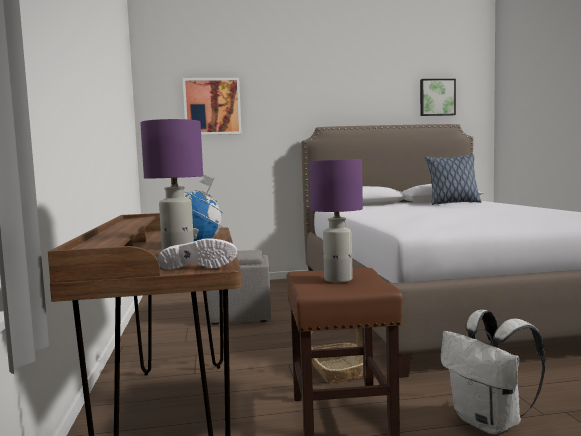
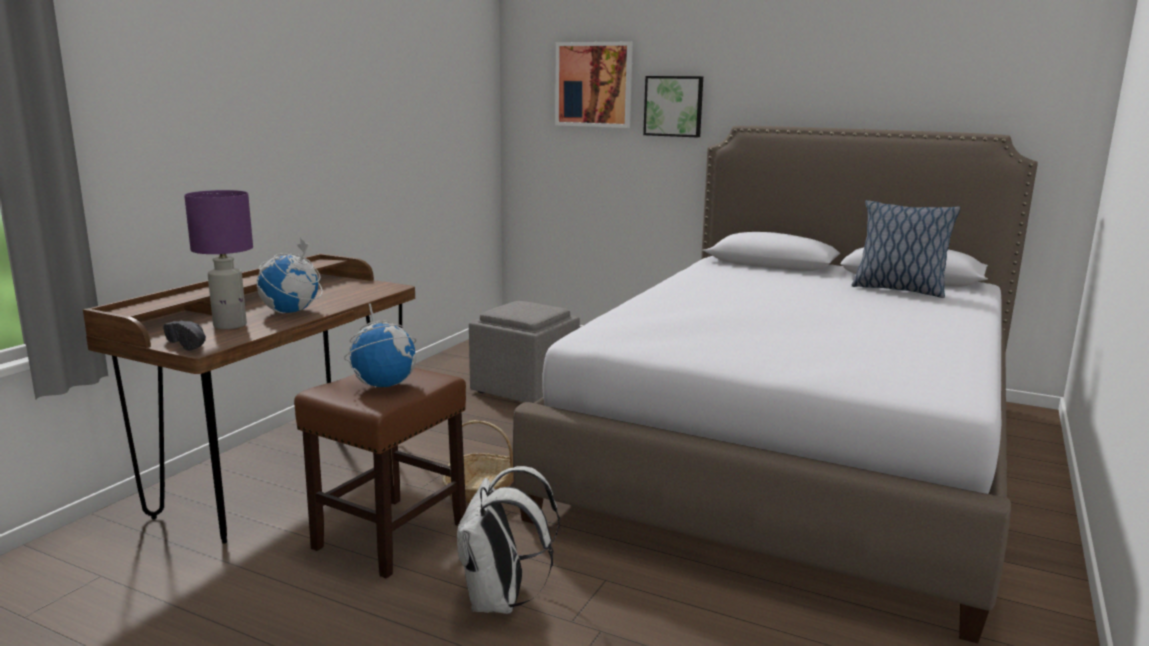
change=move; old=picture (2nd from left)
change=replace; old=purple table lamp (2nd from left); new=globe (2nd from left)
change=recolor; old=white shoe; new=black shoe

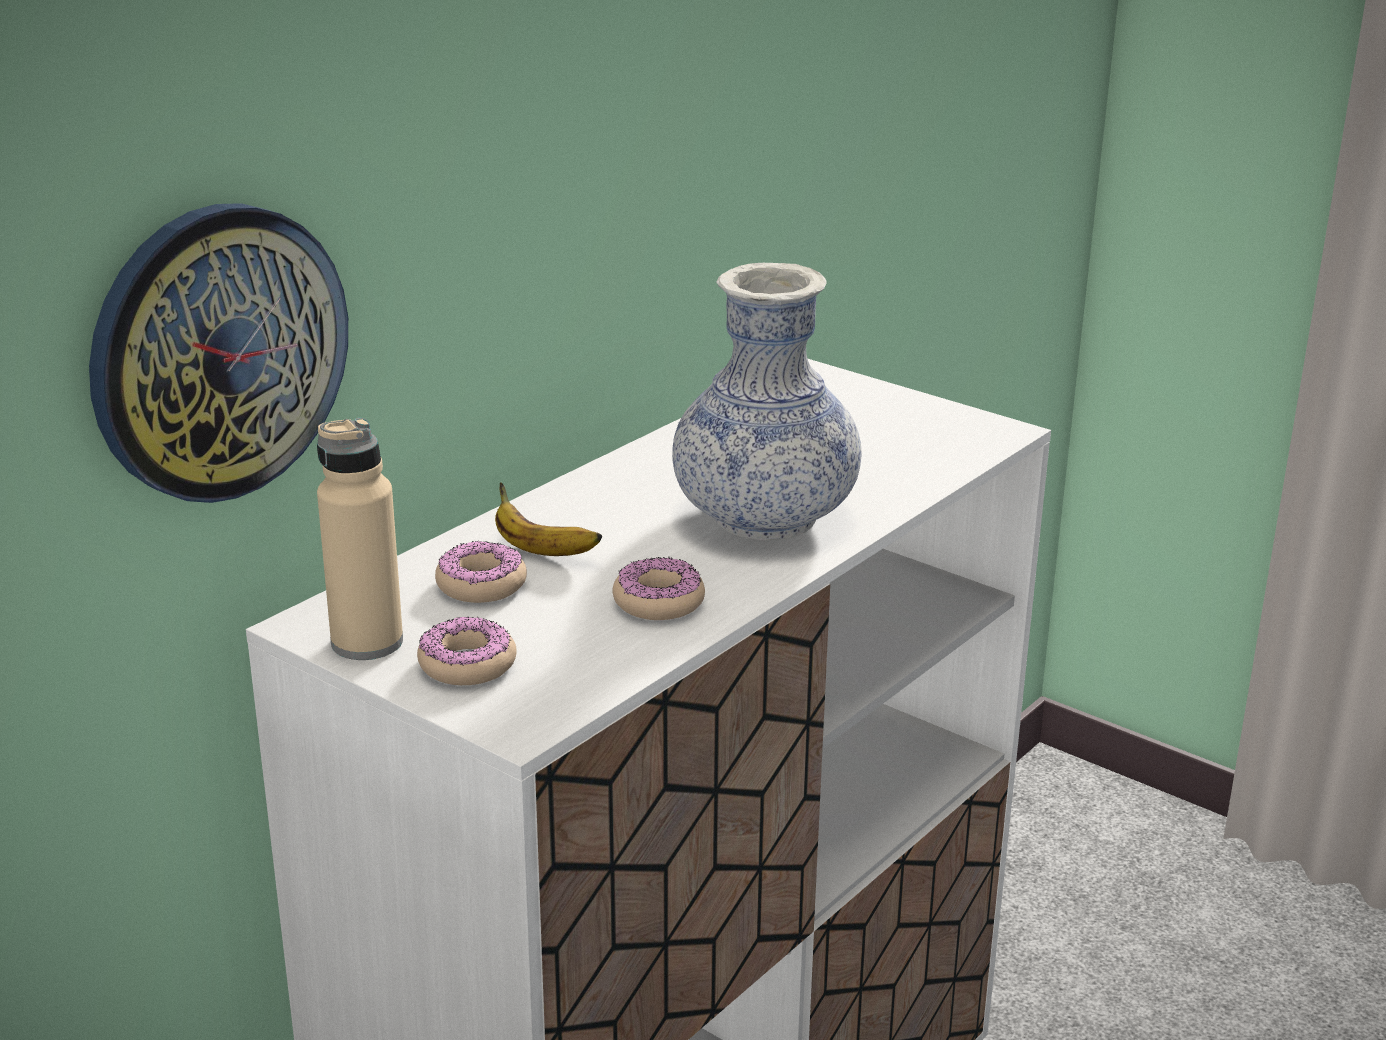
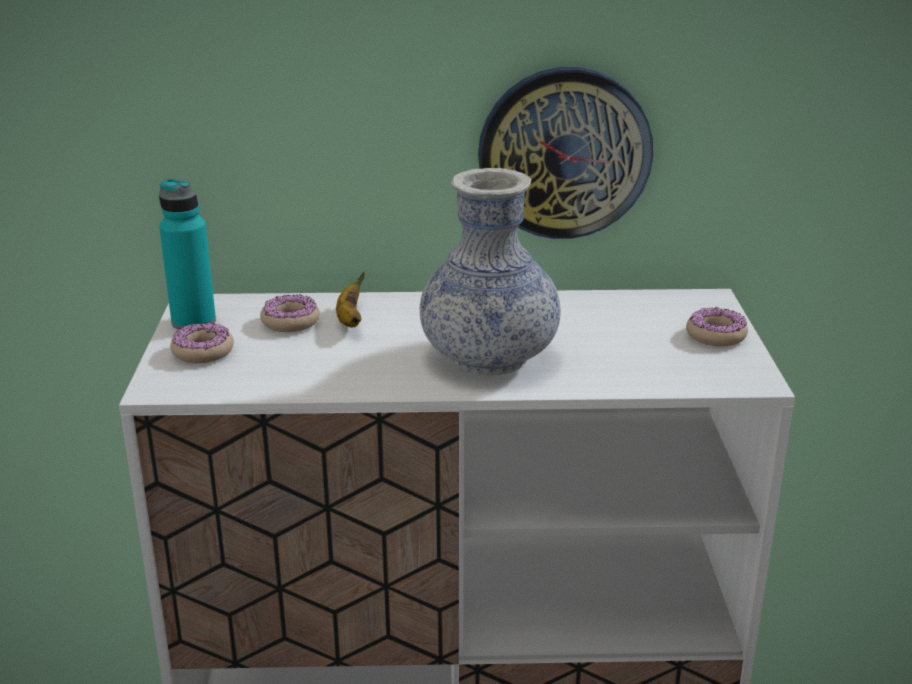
change=move; old=wall clock
change=move; old=donut (3rd from left)
change=recolor; old=beige bottle; new=turquoise bottle

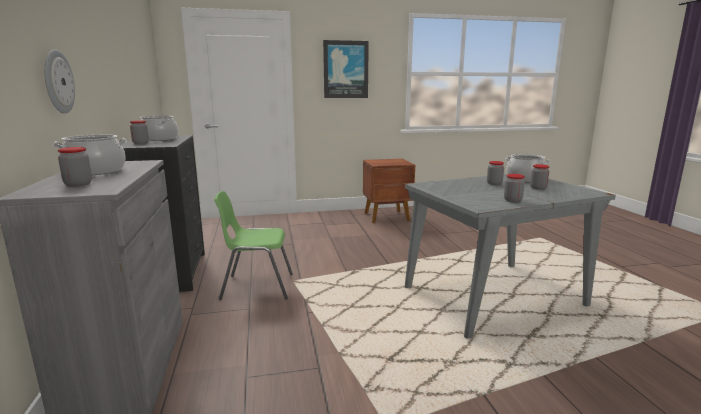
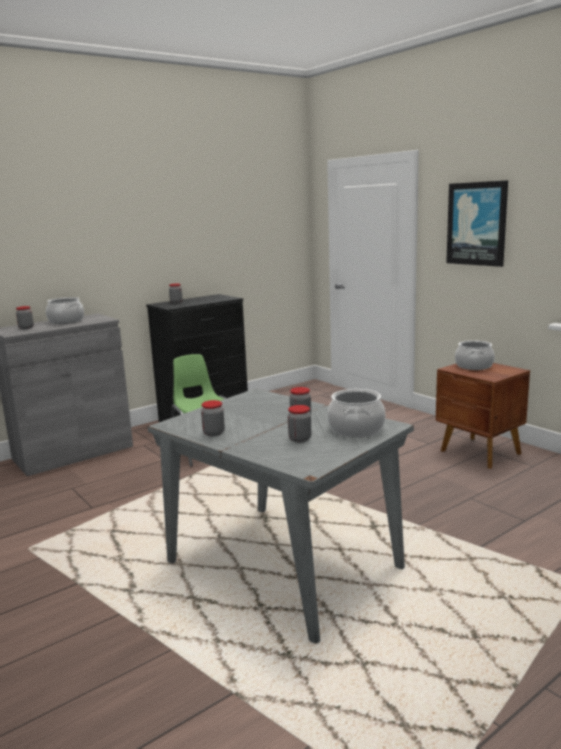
change=delete; old=wall clock
change=move; old=cooking pot (2nd from left in the first image); new=cooking pot (3rd from left)

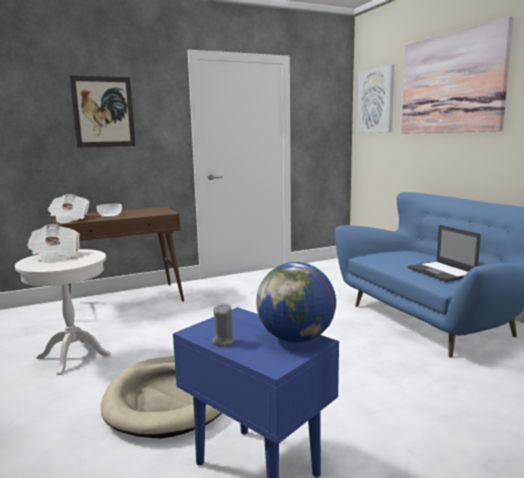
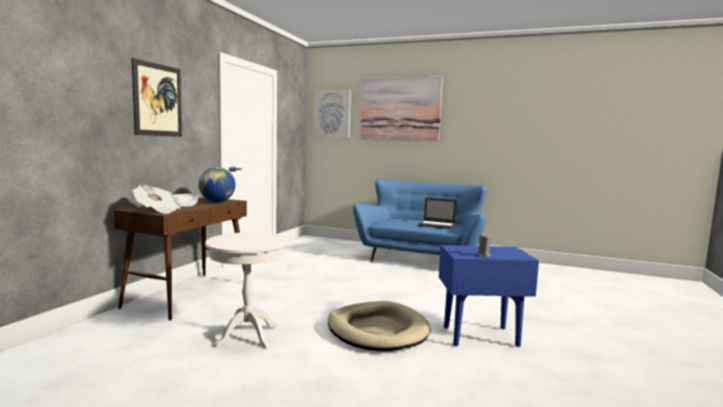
change=delete; old=newspaper (1st from left)
change=move; old=globe

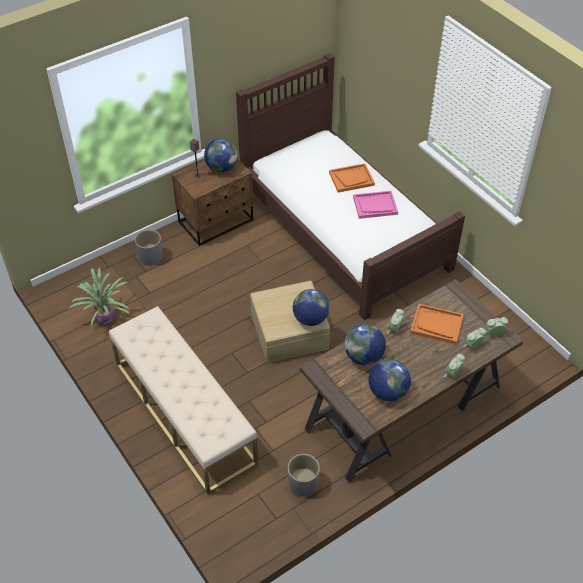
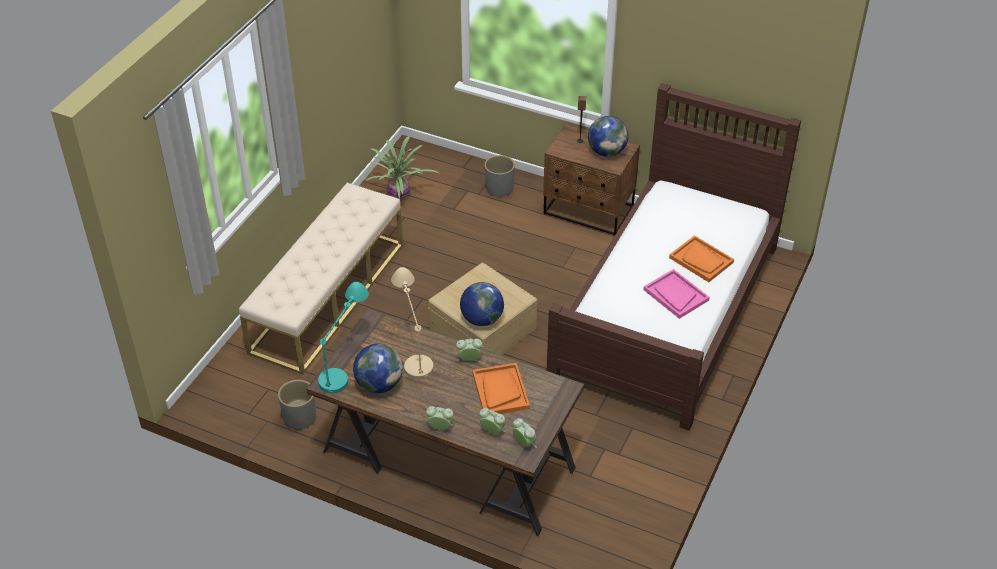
change=insert; new=turquoise table lamp
change=replace; old=globe (3rd from left); new=beige table lamp

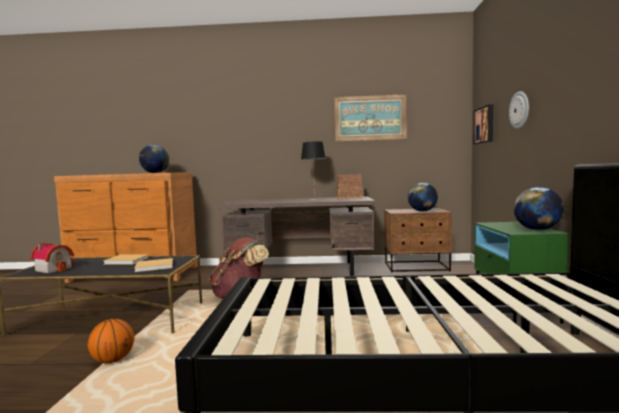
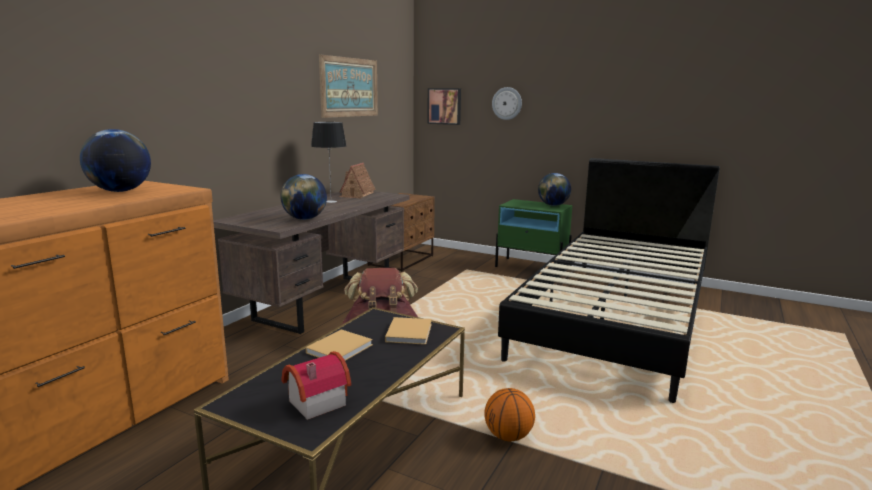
change=move; old=globe (2nd from left)

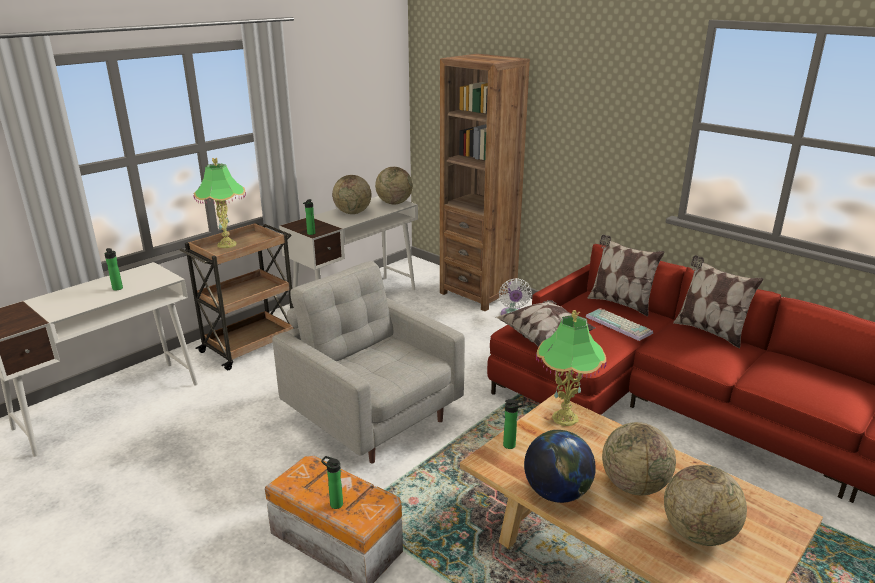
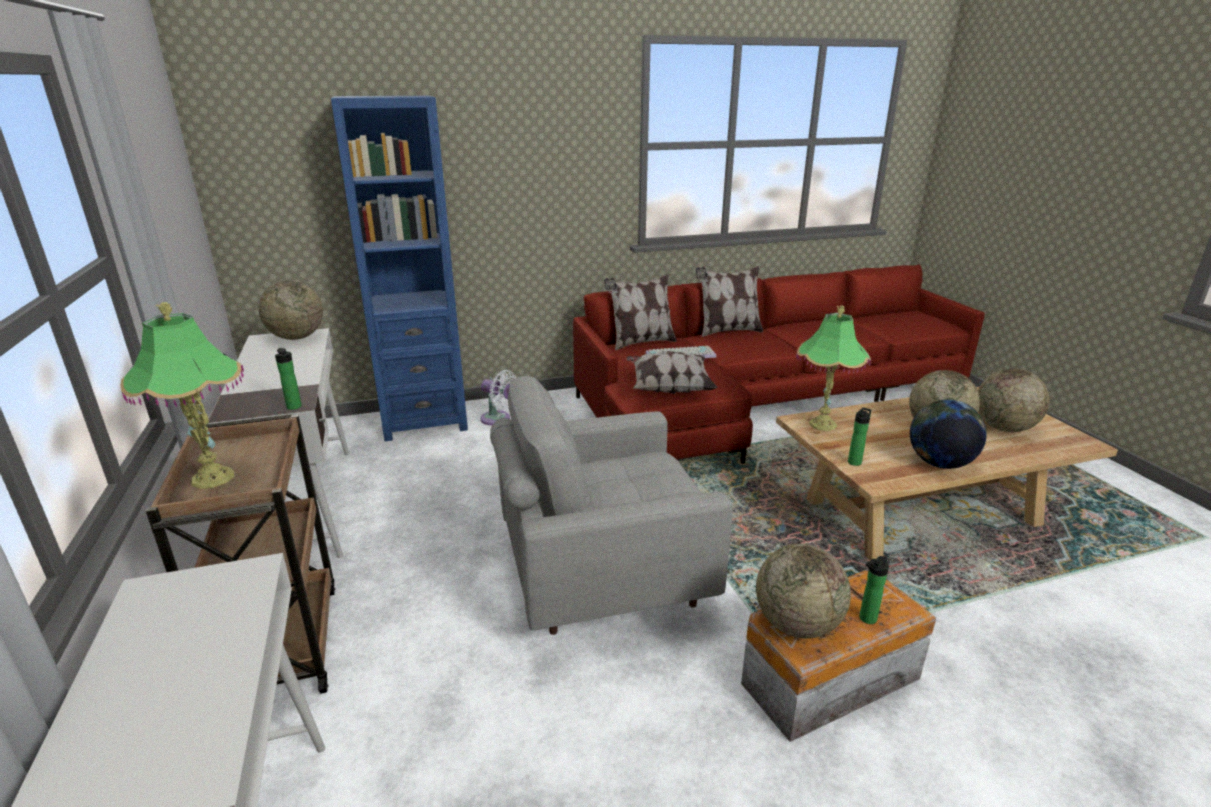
change=delete; old=bottle (1st from left)
change=move; old=globe (1st from left in the first image); new=globe (2nd from left)
change=recolor; old=brown bookcase; new=blue bookcase

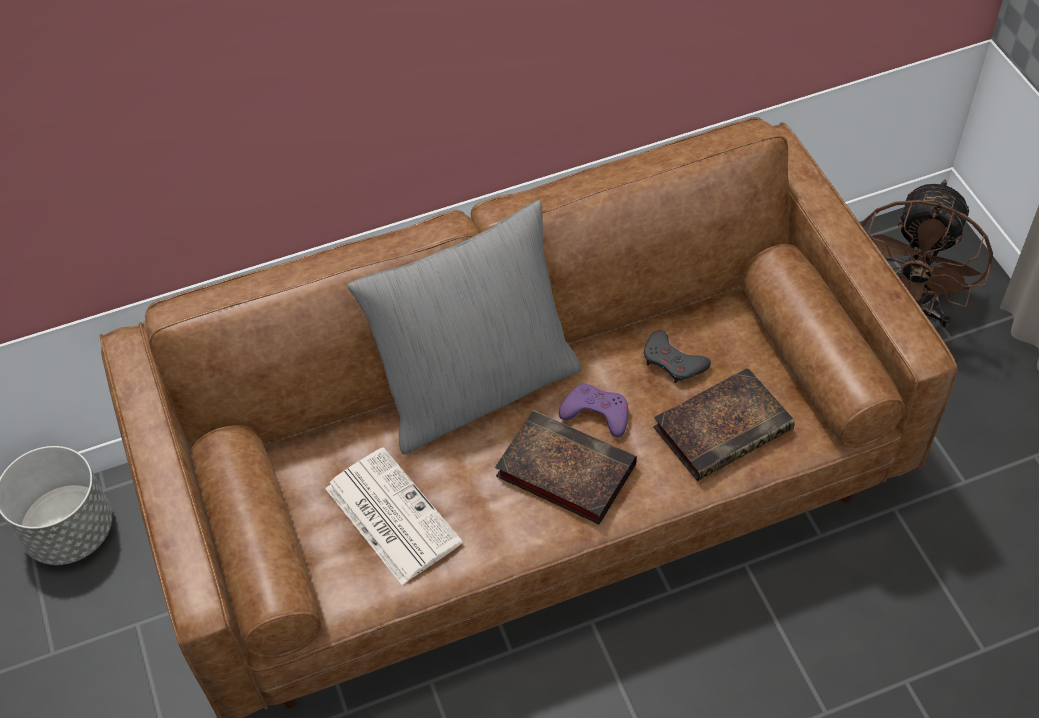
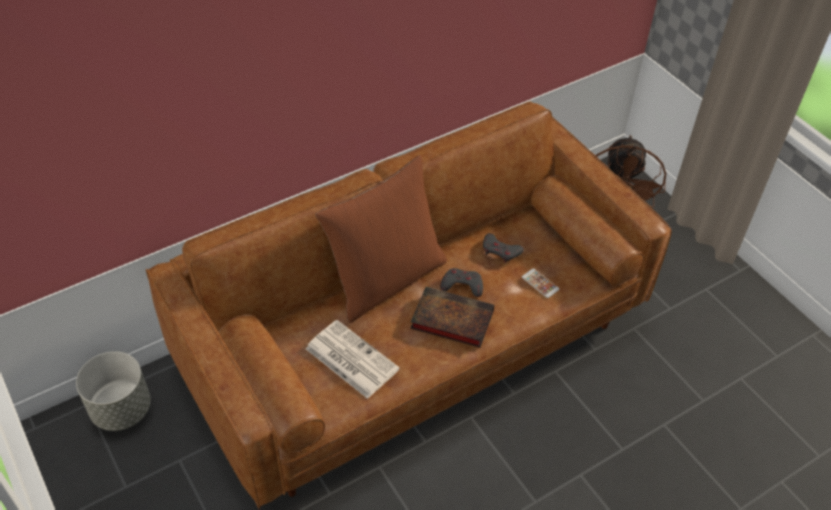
change=replace; old=book (2nd from left); new=phone
change=recolor; old=grey pillow; new=brown pillow
change=recolor; old=purple game controller; new=grey game controller (1st from left)

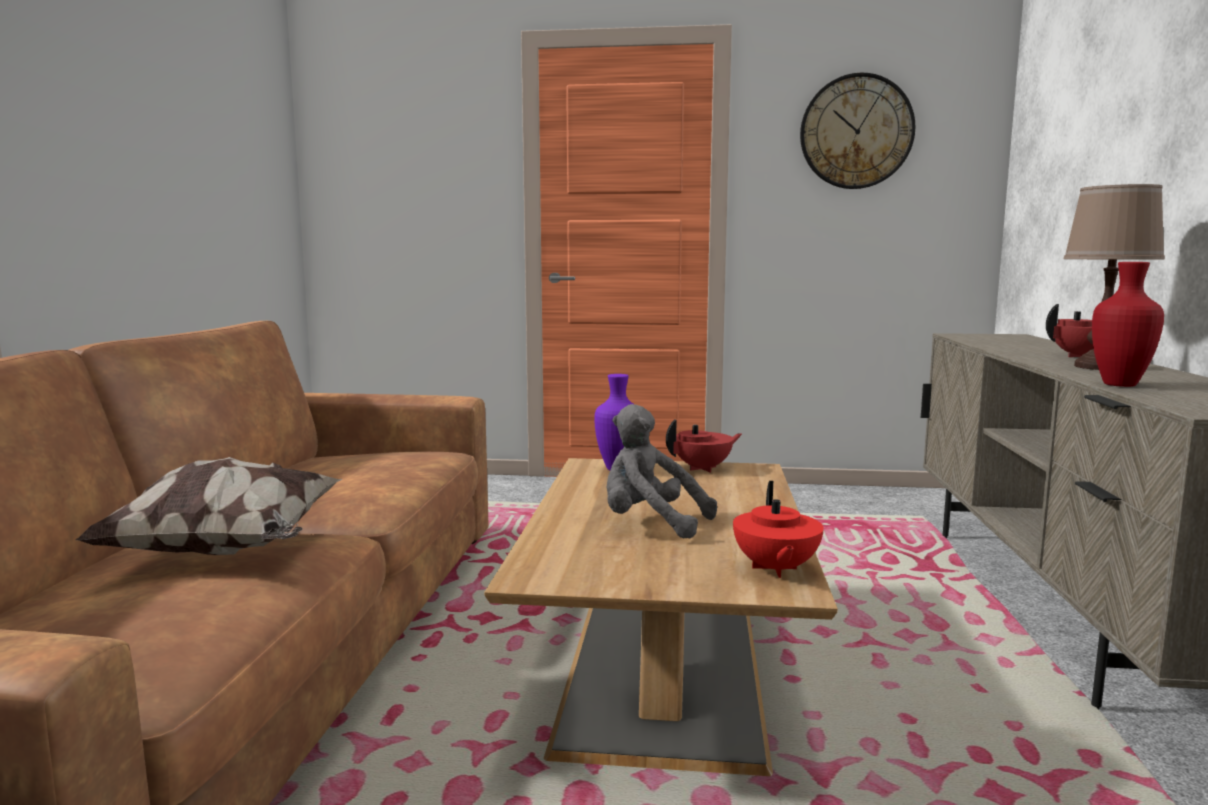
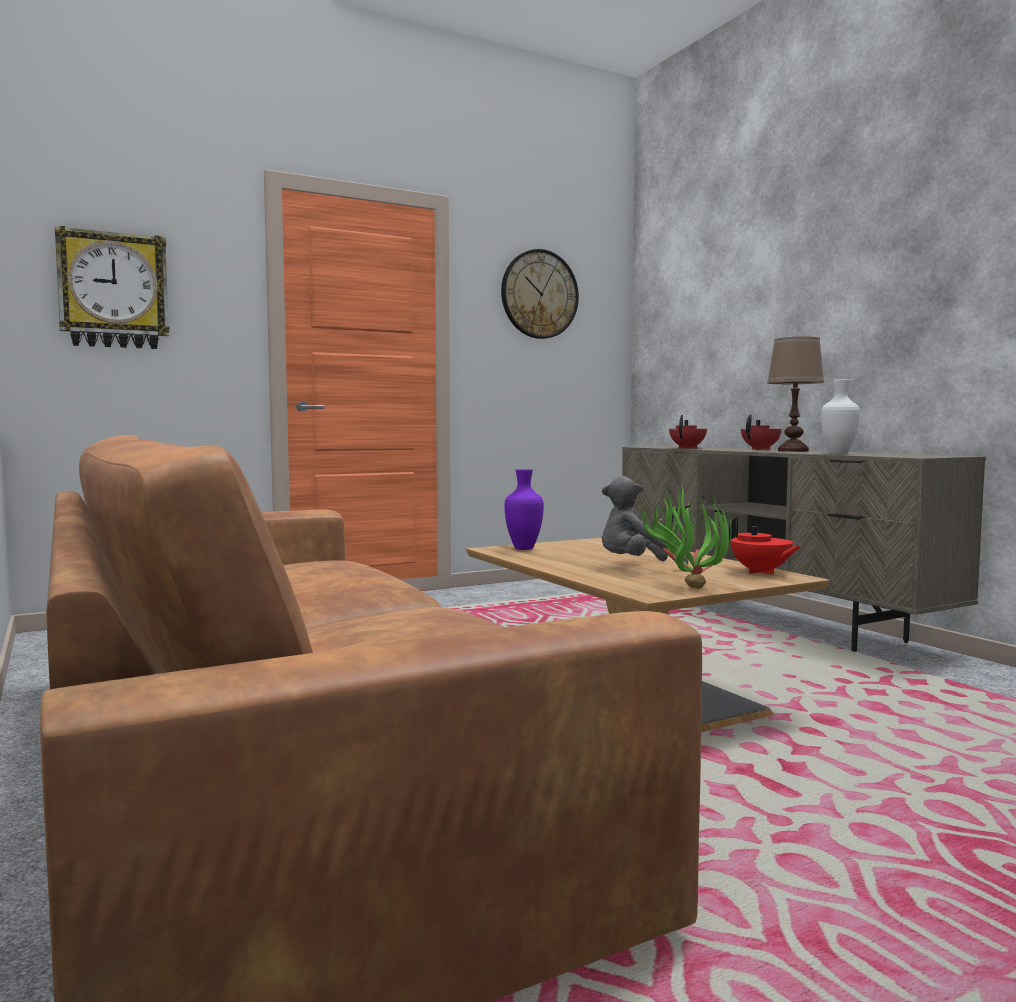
change=delete; old=pillow
change=insert; new=wall clock (1st from left)
change=insert; new=potted plant
change=move; old=red teapot (1st from left)
change=recolor; old=red vase; new=white vase

